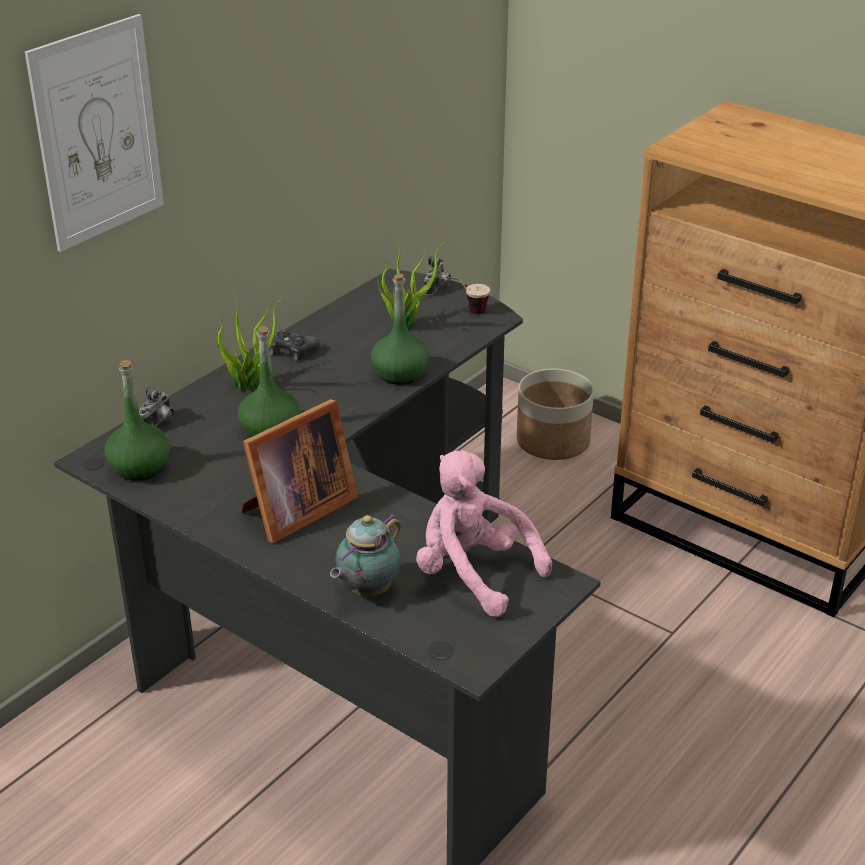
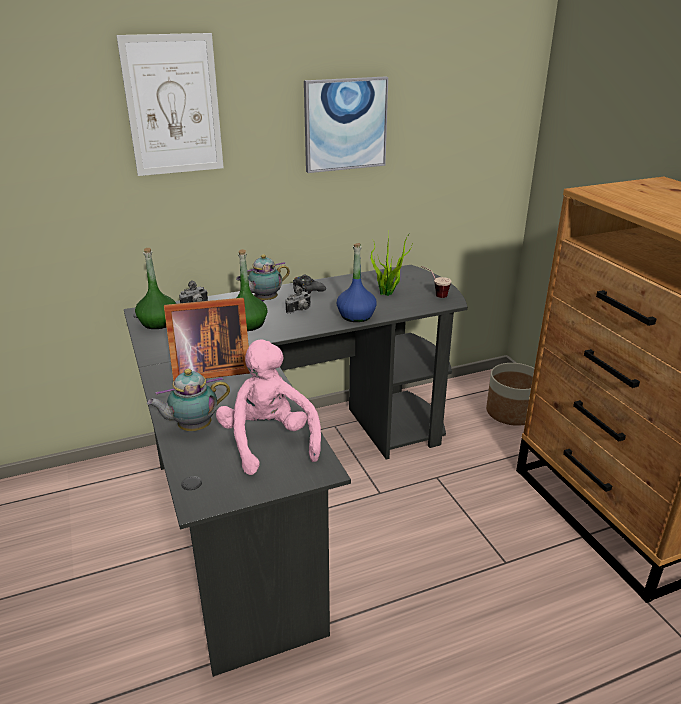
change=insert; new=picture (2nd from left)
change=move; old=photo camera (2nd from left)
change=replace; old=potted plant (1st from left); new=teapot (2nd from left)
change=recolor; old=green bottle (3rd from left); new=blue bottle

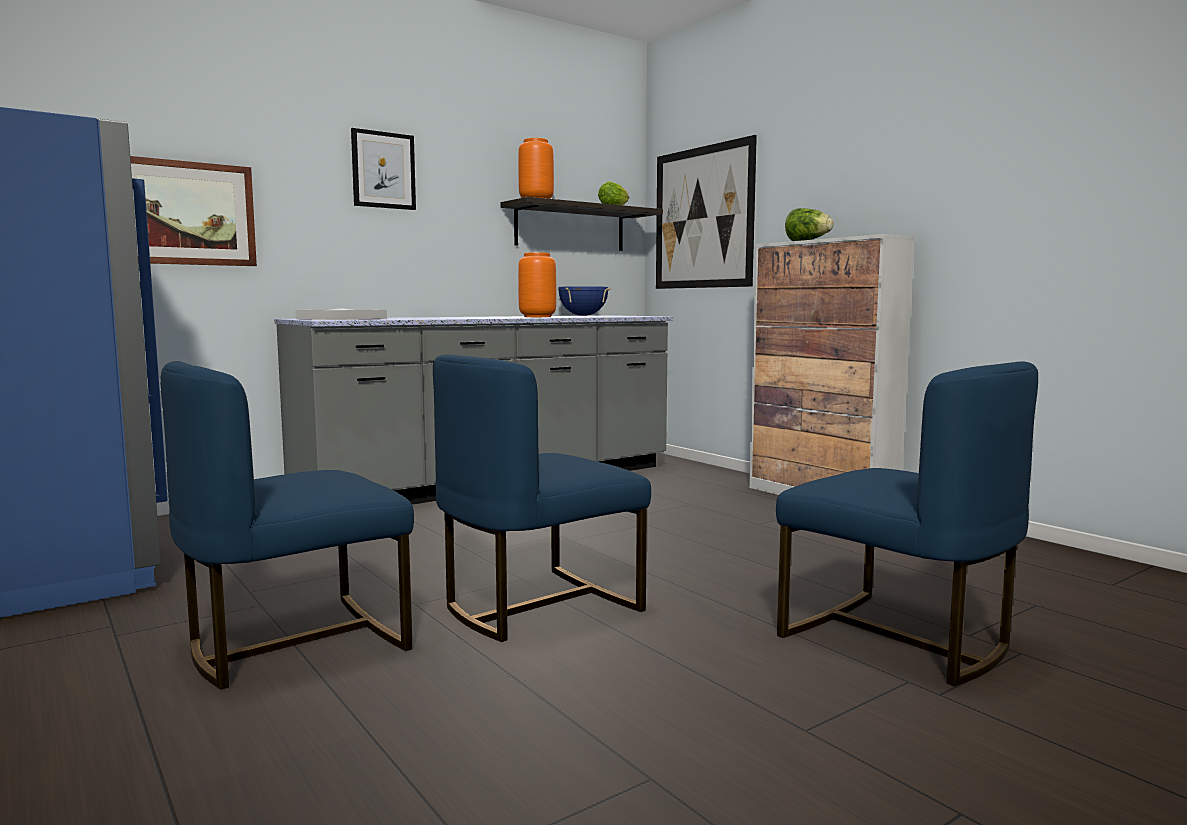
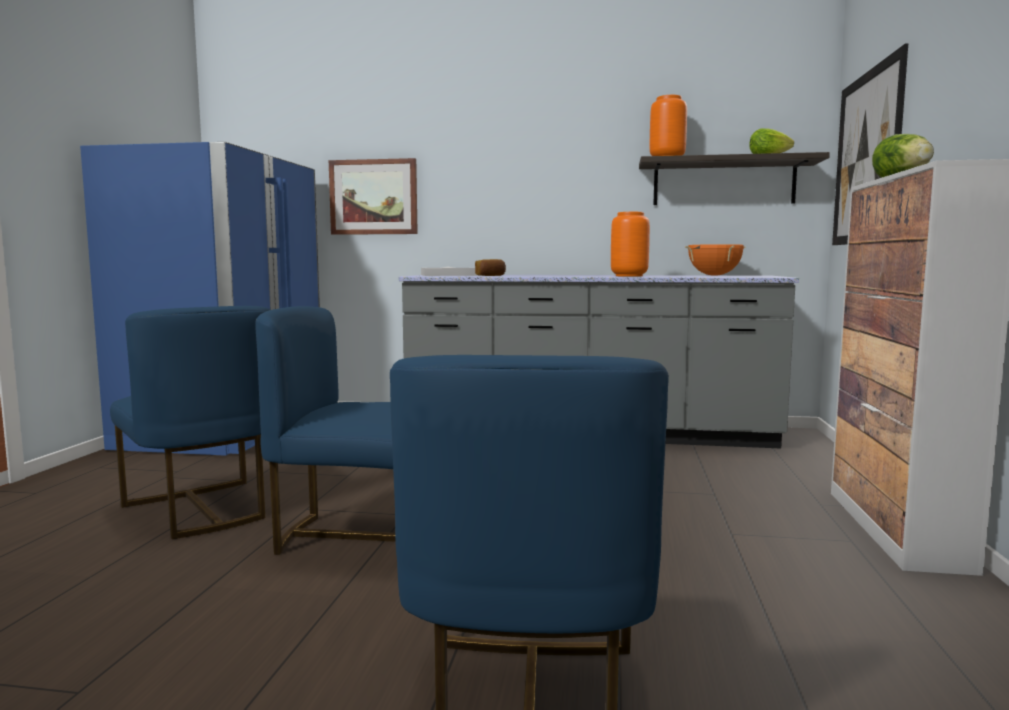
change=delete; old=picture (2nd from left)
change=insert; new=bread
change=recolor; old=blue cooking pot; new=orange cooking pot
change=rotate; old=blue chair (1st from left); degrees=-135

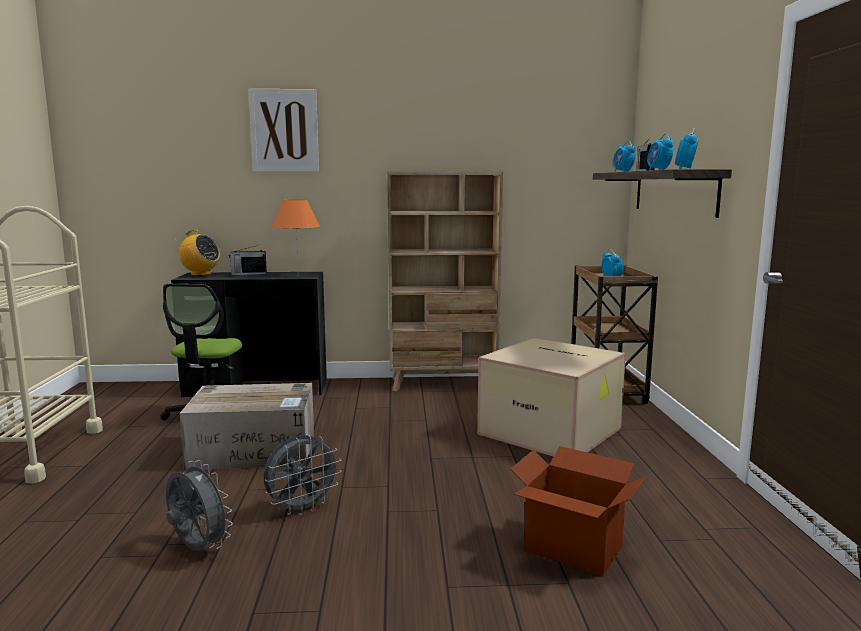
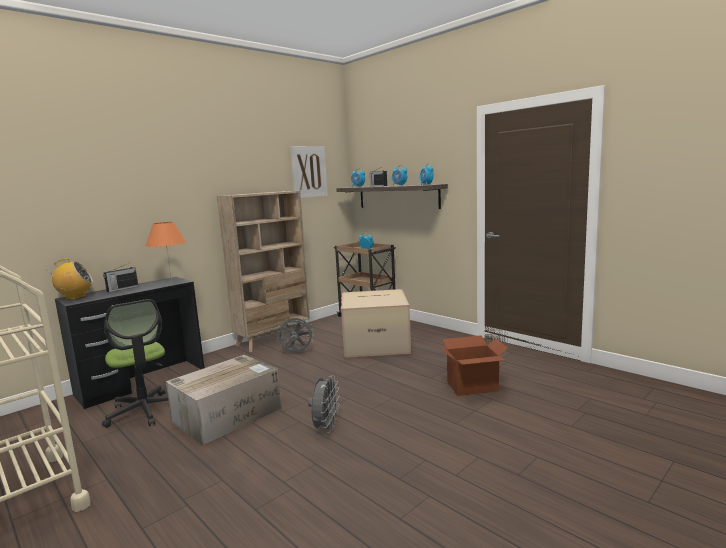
change=move; old=grey fan (1st from left)
change=move; old=picture

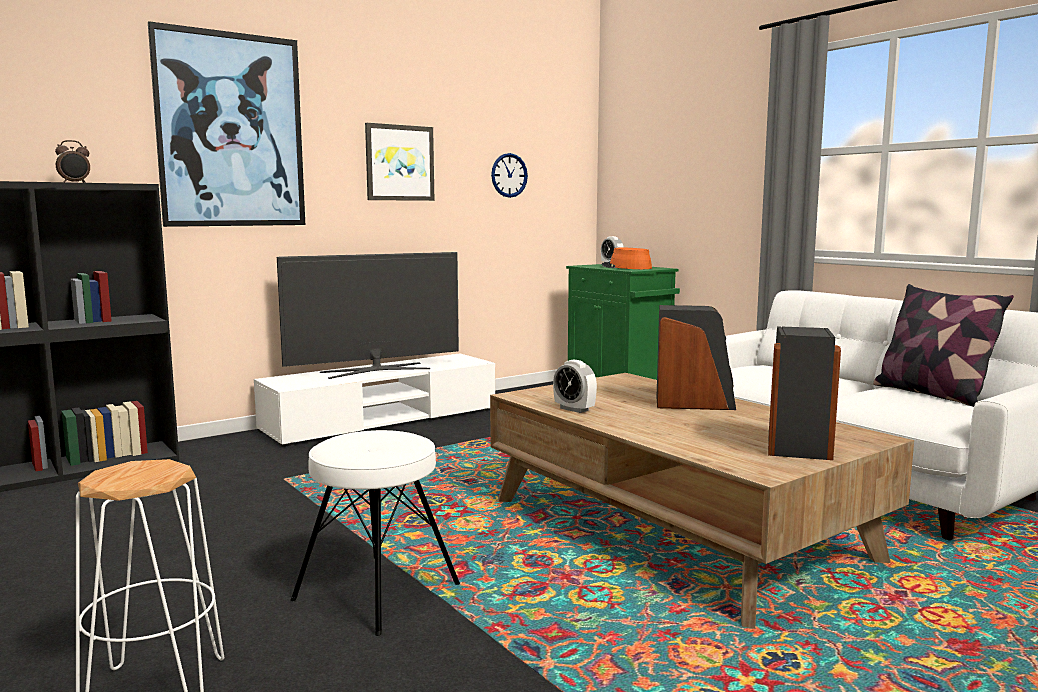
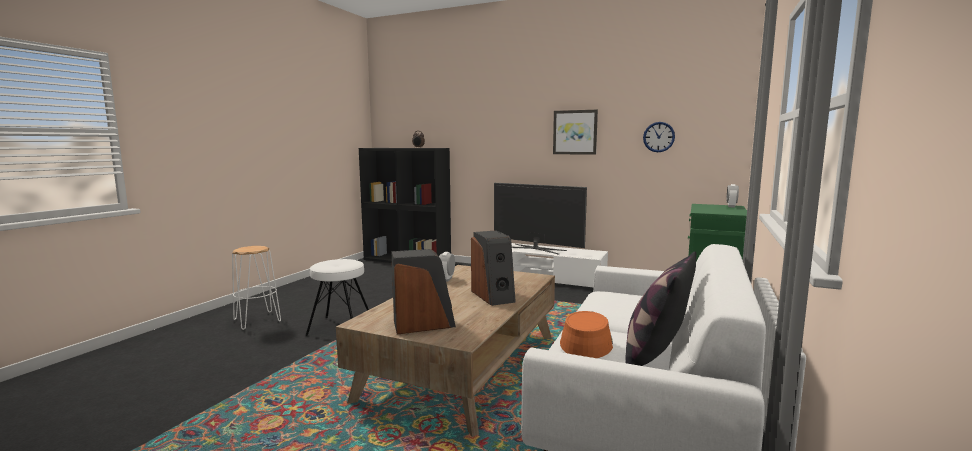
change=delete; old=picture (1st from left)
change=move; old=orange hat

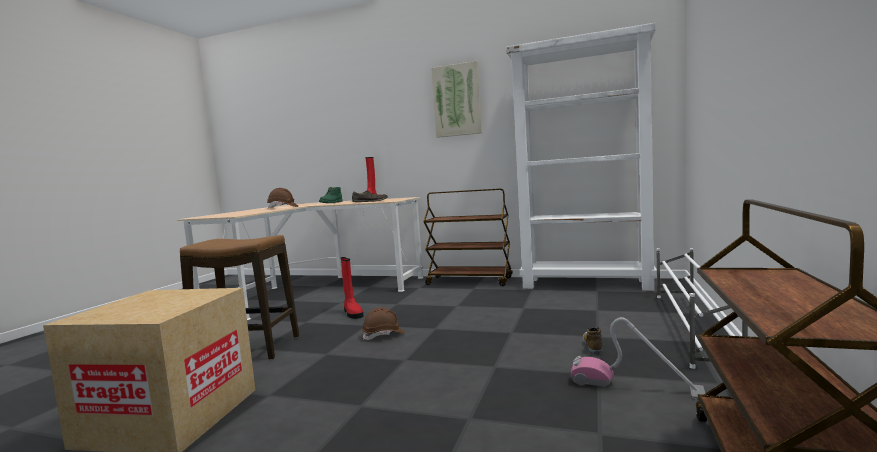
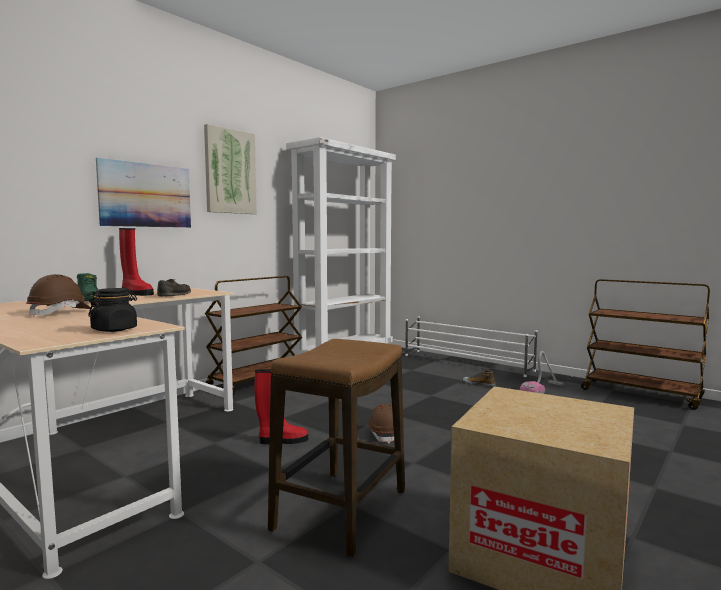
change=insert; new=black jar
change=insert; new=picture (1st from left)

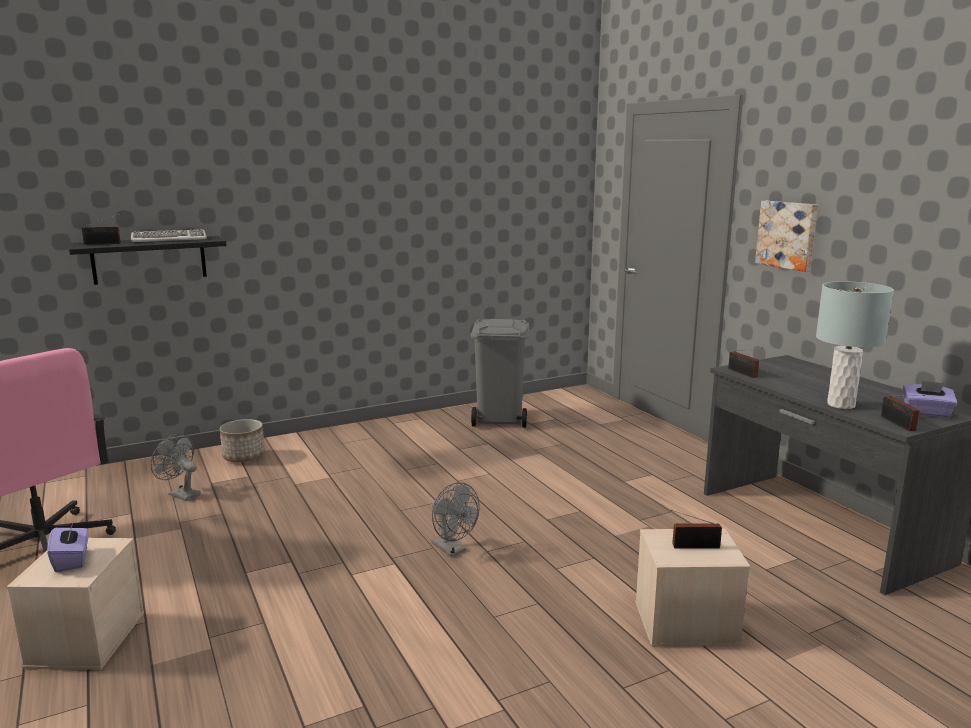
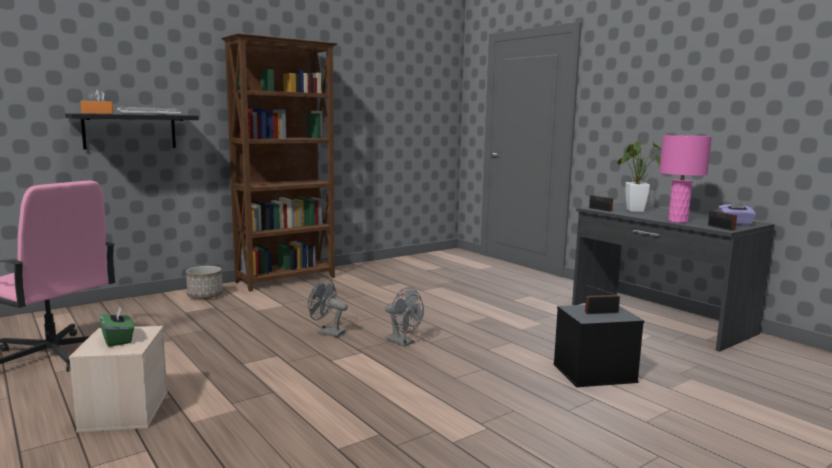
change=delete; old=grey trash can
change=delete; old=picture
change=insert; new=brown bookcase
change=insert; new=potted plant
change=move; old=grey fan (1st from left)
change=replace; old=radio (1st from left); new=orange tissue box
change=recolor; old=purple tissue box (1st from left); new=green tissue box
change=recolor; old=beige storage box (2nd from left); new=black storage box
change=recolor; old=grey table lamp; new=pink table lamp

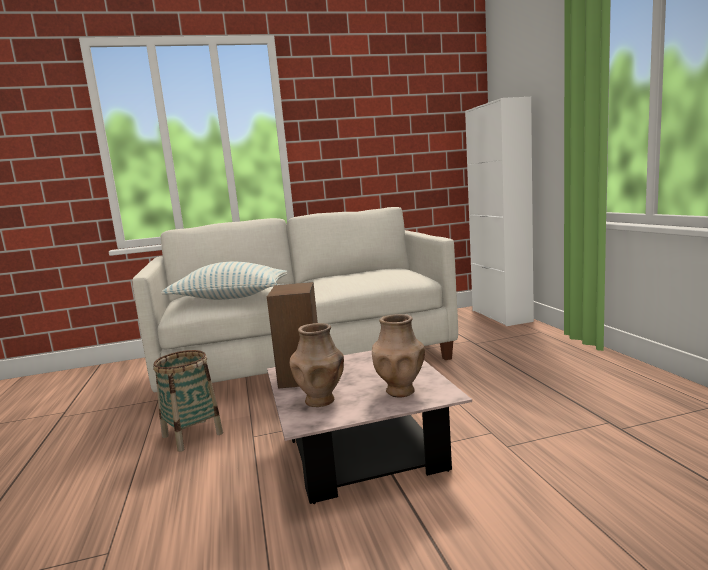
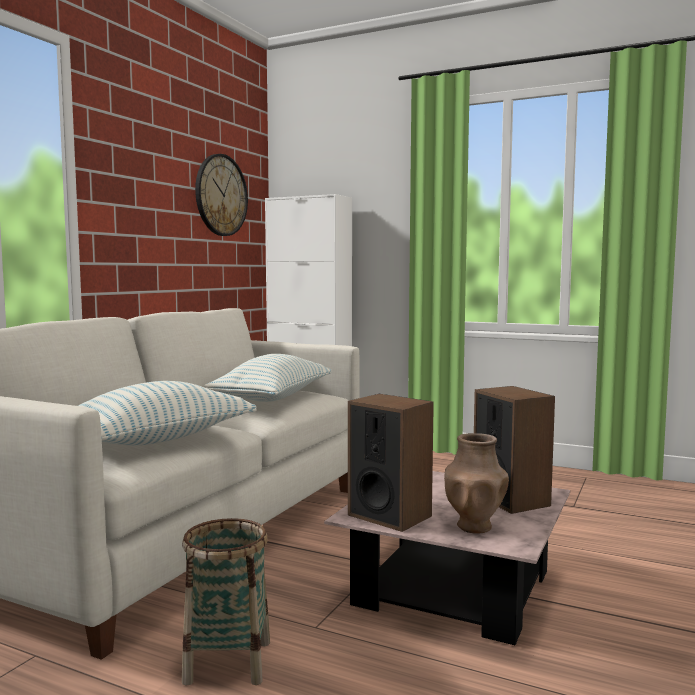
change=insert; new=wall clock
change=insert; new=pillow (2nd from left)
change=replace; old=brown vase (2nd from left); new=speaker (2nd from left)

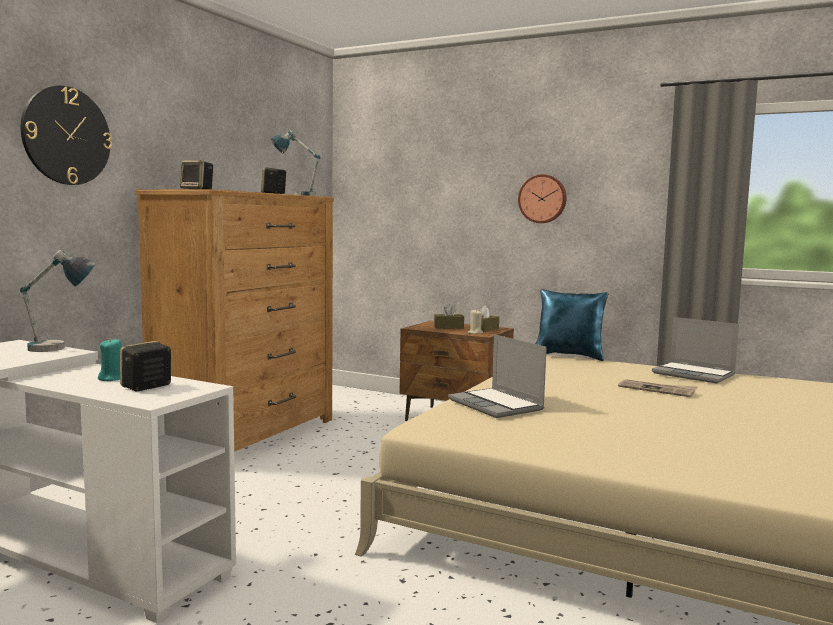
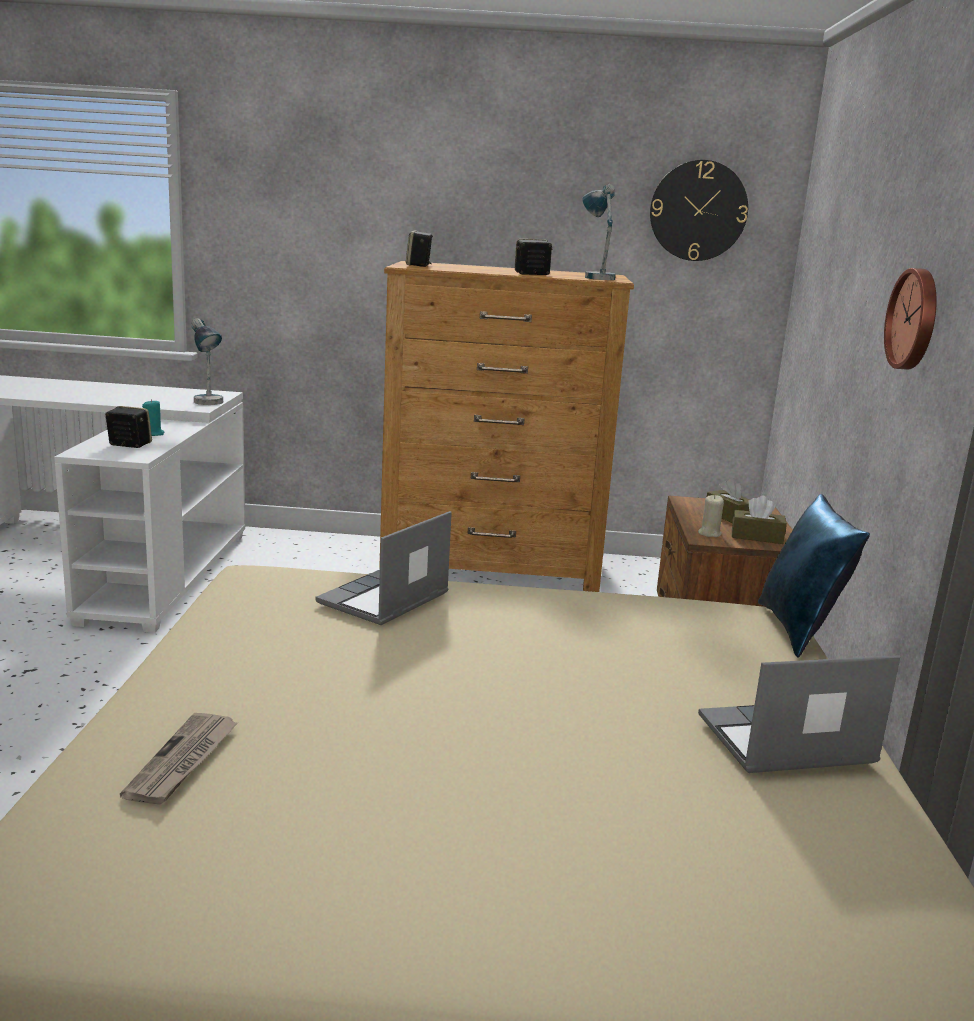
change=move; old=wall clock (1st from left)
change=move; old=newspaper
change=rotate; old=laptop (2nd from left); degrees=60

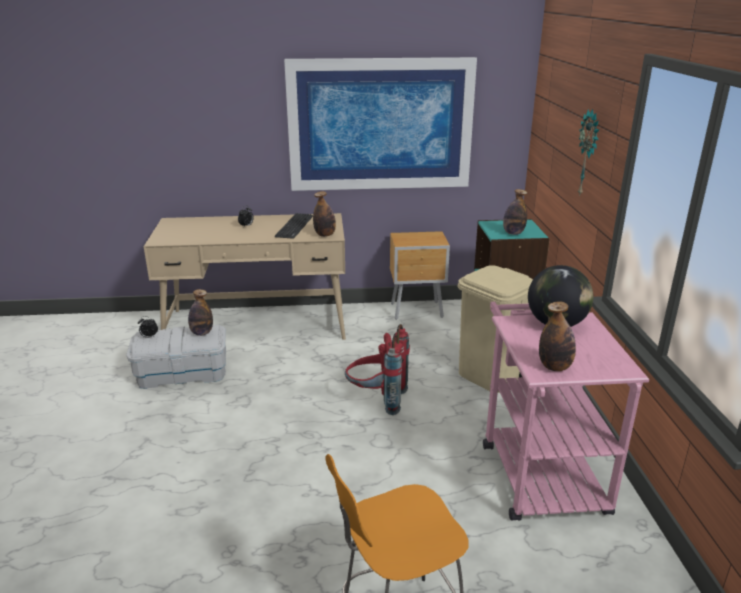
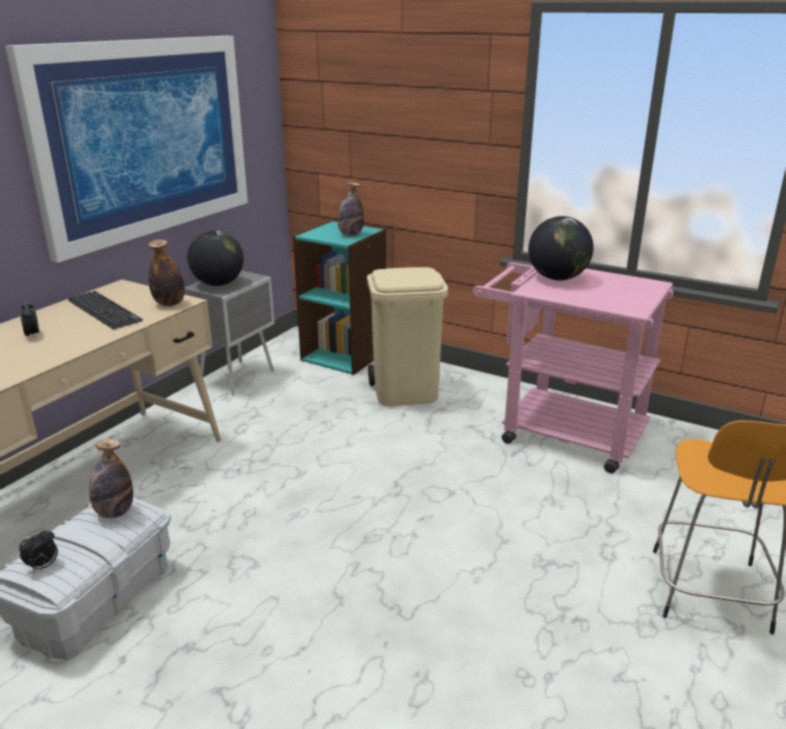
change=delete; old=red backpack
change=delete; old=bottle (4th from left)
change=delete; old=wall clock
change=insert; new=globe (1st from left)
change=recolor; old=brown nightstand; new=grey nightstand

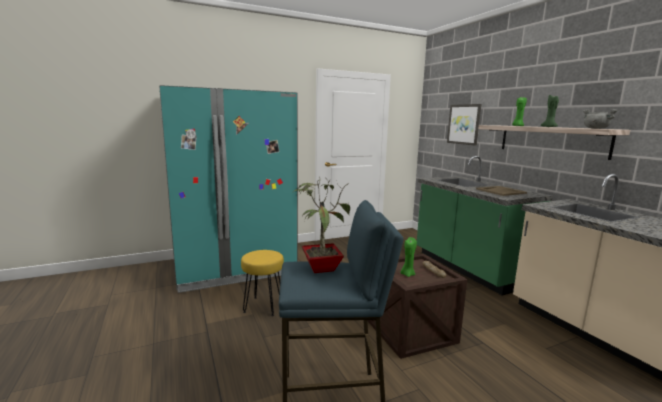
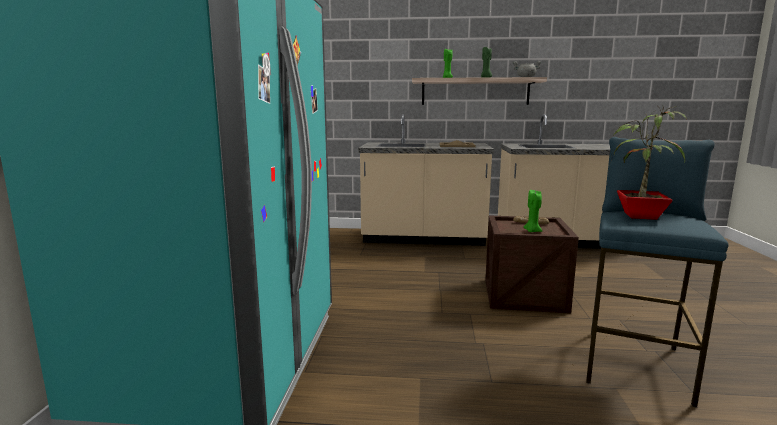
change=delete; old=yellow stool
change=delete; old=picture
change=recolor; old=green counter; new=beige counter (1st from left)

